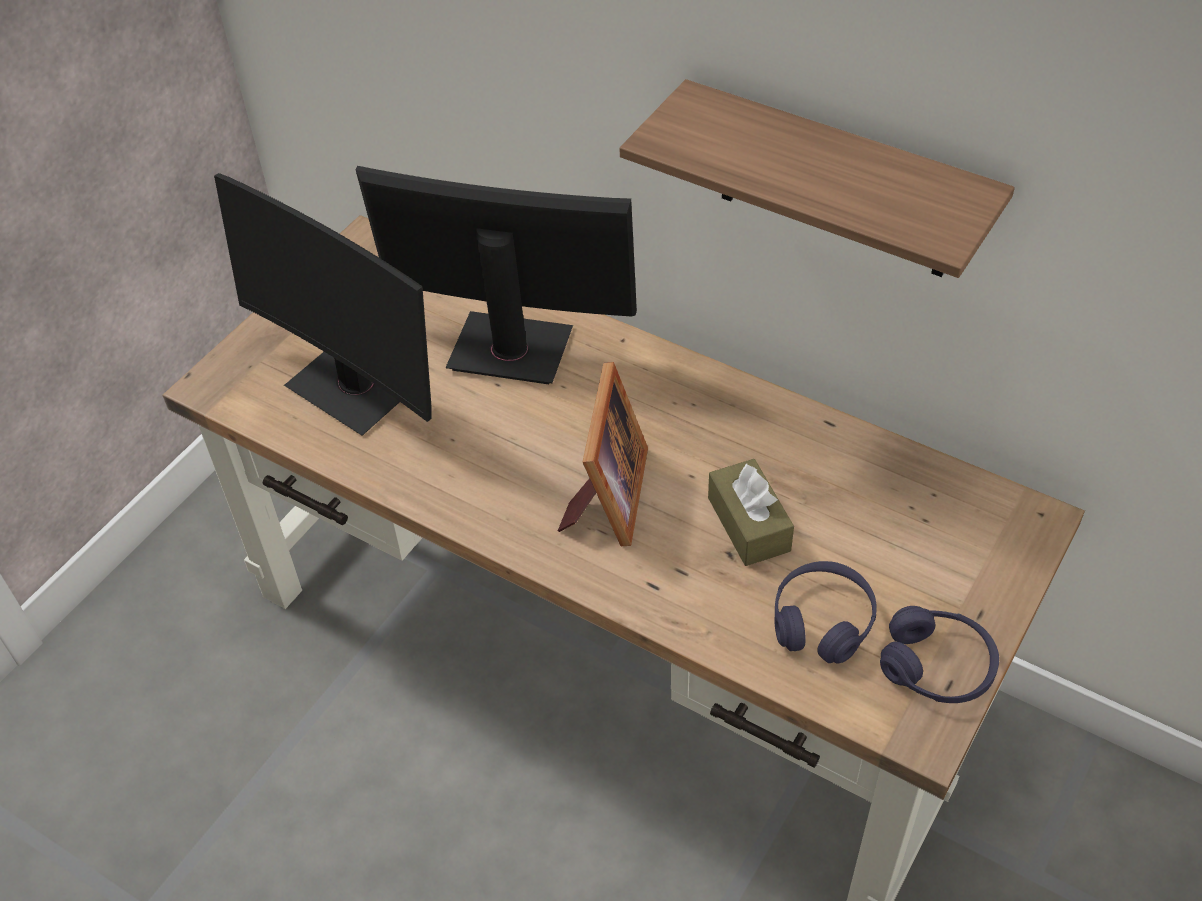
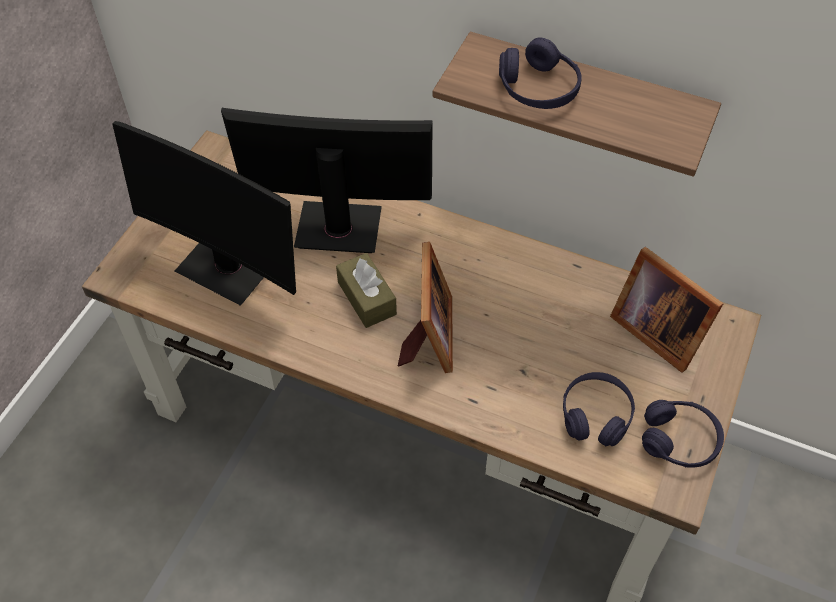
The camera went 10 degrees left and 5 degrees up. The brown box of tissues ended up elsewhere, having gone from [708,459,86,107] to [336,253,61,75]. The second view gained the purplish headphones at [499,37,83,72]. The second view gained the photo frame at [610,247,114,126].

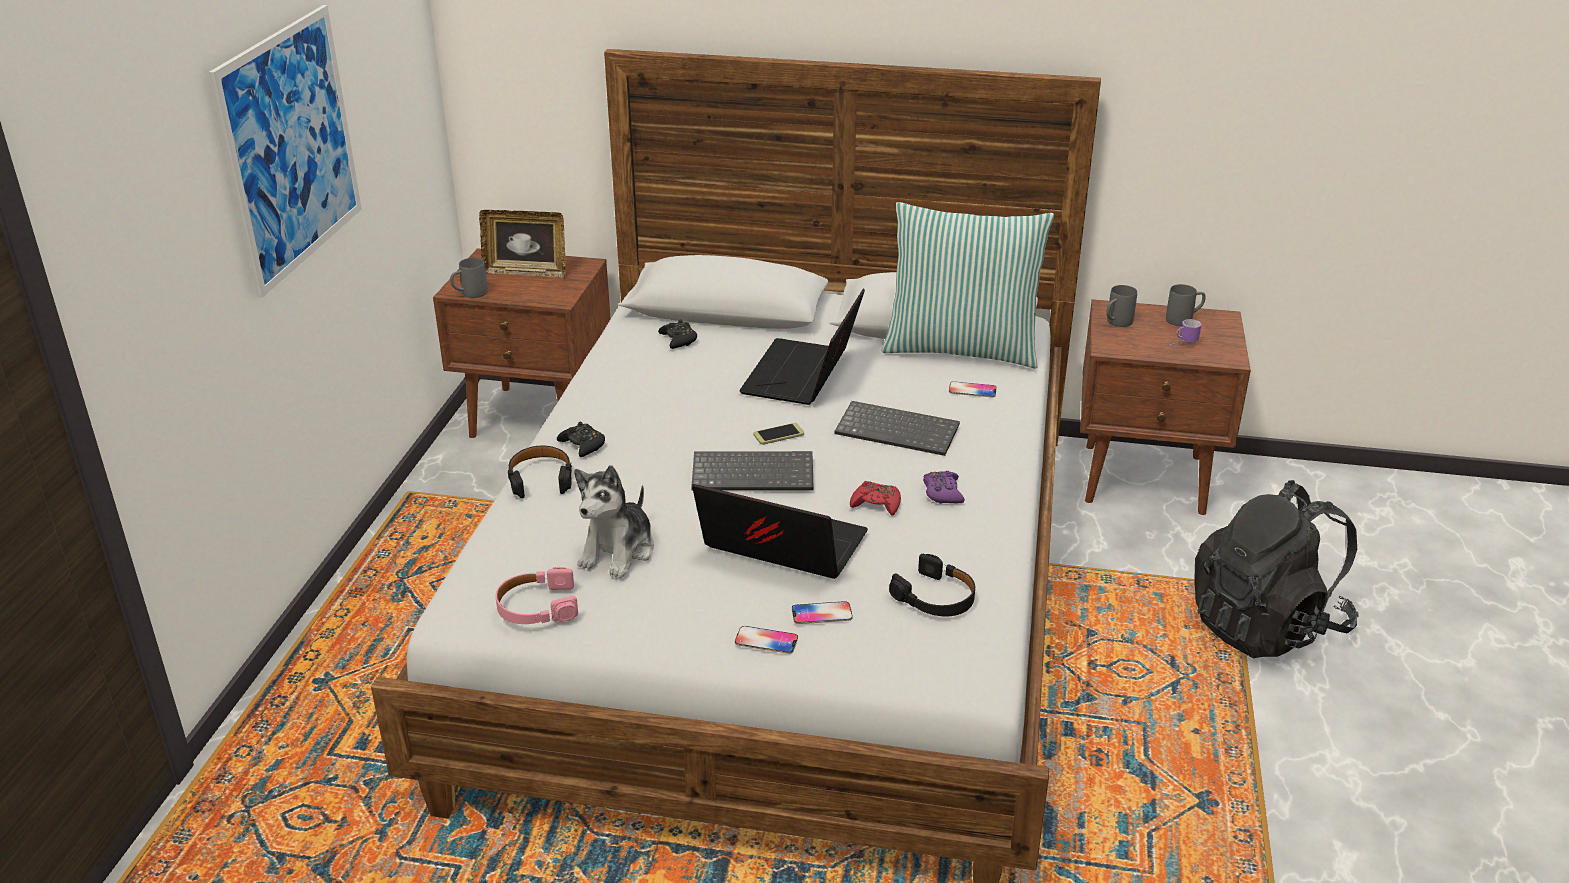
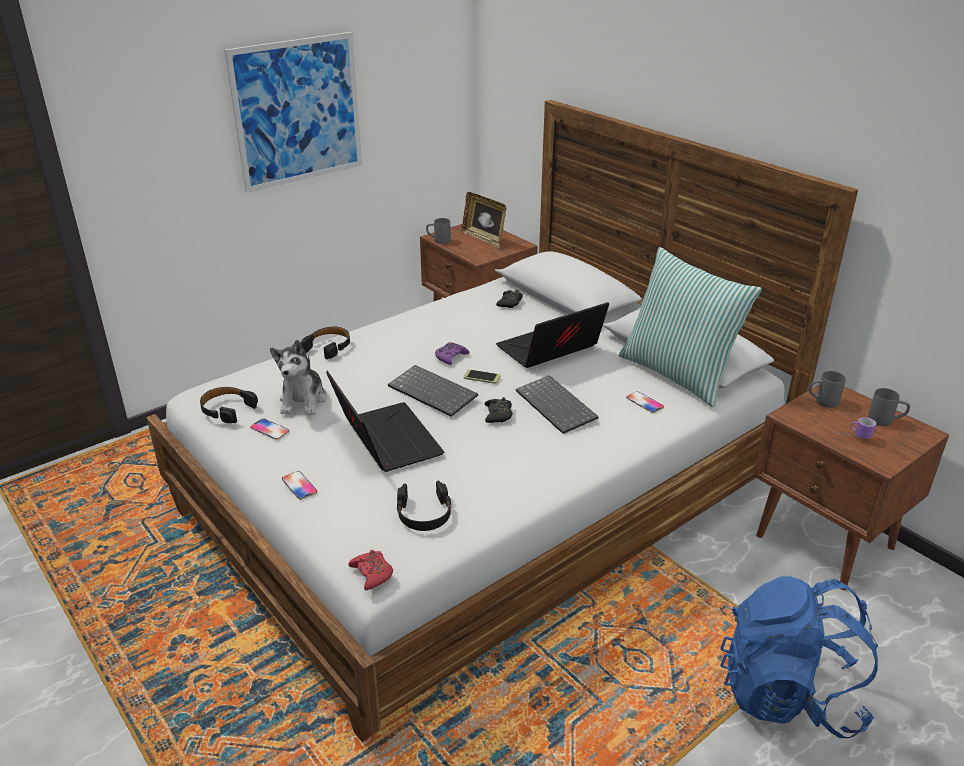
The camera went 40 degrees right and 0 degrees up. What was the pink-coloured headphones at [496,567,82,57] turned into the black headphones at [200,387,58,36]. The phone ended up elsewhere, having gone from [792,601,61,23] to [250,419,39,21]. The cuddly toy at [574,465,80,113] ended up facing another way, 60 degrees counterclockwise from before. The reddish gamepad ended up elsewhere, having gone from [850,481,51,35] to [348,550,45,40]. The purplish gamepad ended up elsewhere, having gone from [923,471,42,33] to [435,342,34,23]. The black gamepad ended up elsewhere, having gone from [557,422,48,35] to [484,397,28,26]. What was the black backpack at [1194,480,165,178] turned into the blue backpack at [720,576,158,162].

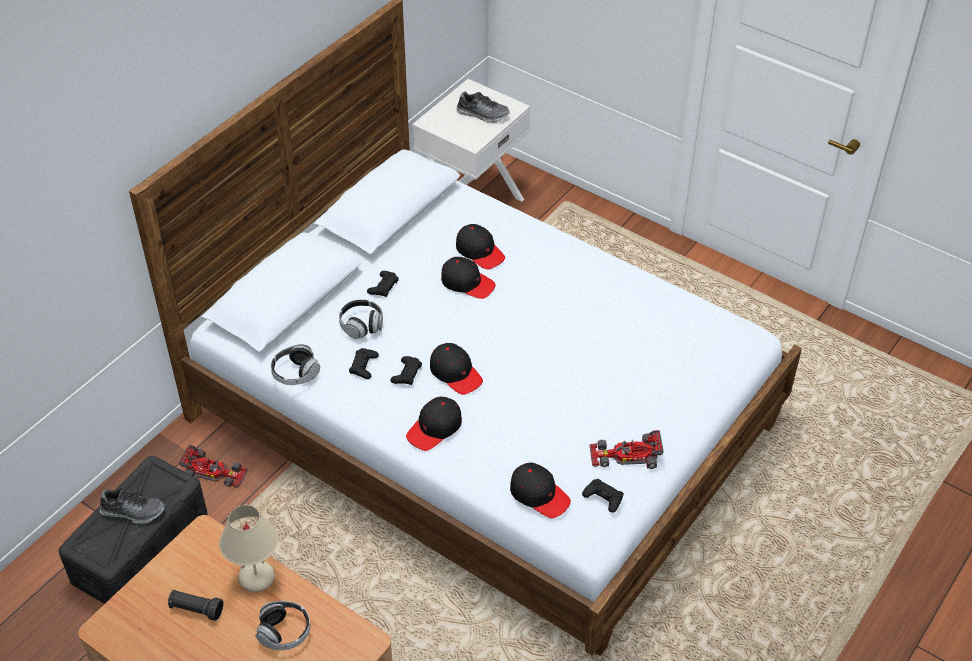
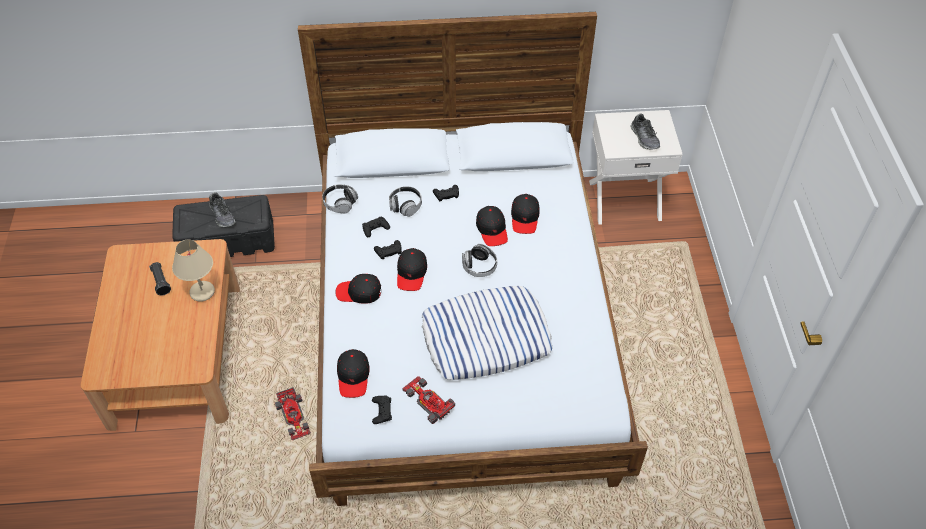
The camera went 50 degrees right and 5 degrees up. The miniature car ended up elsewhere, having gone from [179,445,69,43] to [275,387,36,53]. The second view gained the pillow at [422,286,131,94]. The headphones ended up elsewhere, having gone from [255,601,55,49] to [462,244,35,33].

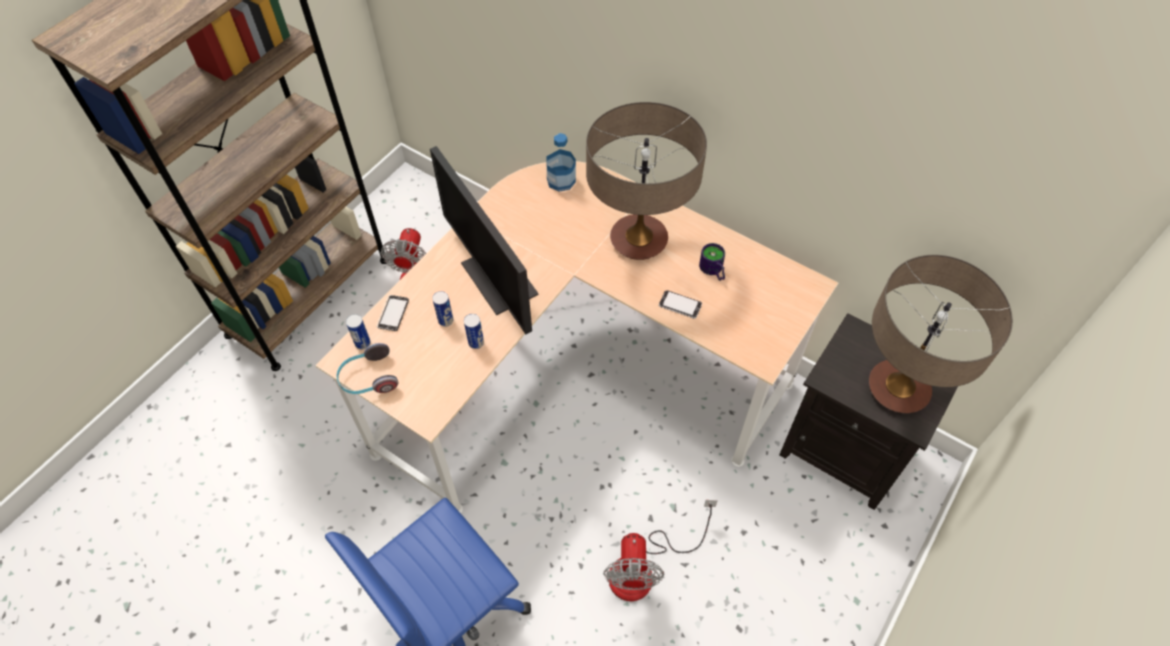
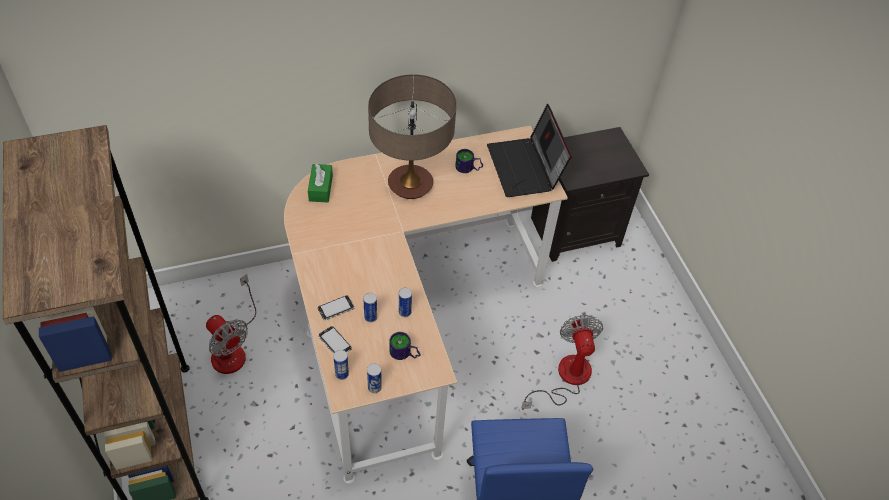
The camera went 55 degrees left and 5 degrees down. Where the bottle stood at [546,133,30,59], the green box of tissues came to stand at [308,164,25,38]. The phone ended up elsewhere, having gone from [659,290,43,29] to [318,295,37,25]. Where the headphones stood at [336,343,62,51], the metal can came to stand at [367,363,15,30]. The second view gained the tea mug at [389,332,32,28]. The second view gained the notebook computer at [487,104,85,93]. The electric fan at [603,500,115,101] ended up facing another way, 135 degrees counterclockwise from before. The second view lost the monitor at [430,146,109,188]. The second view lost the lamp for a table at [869,255,144,158].

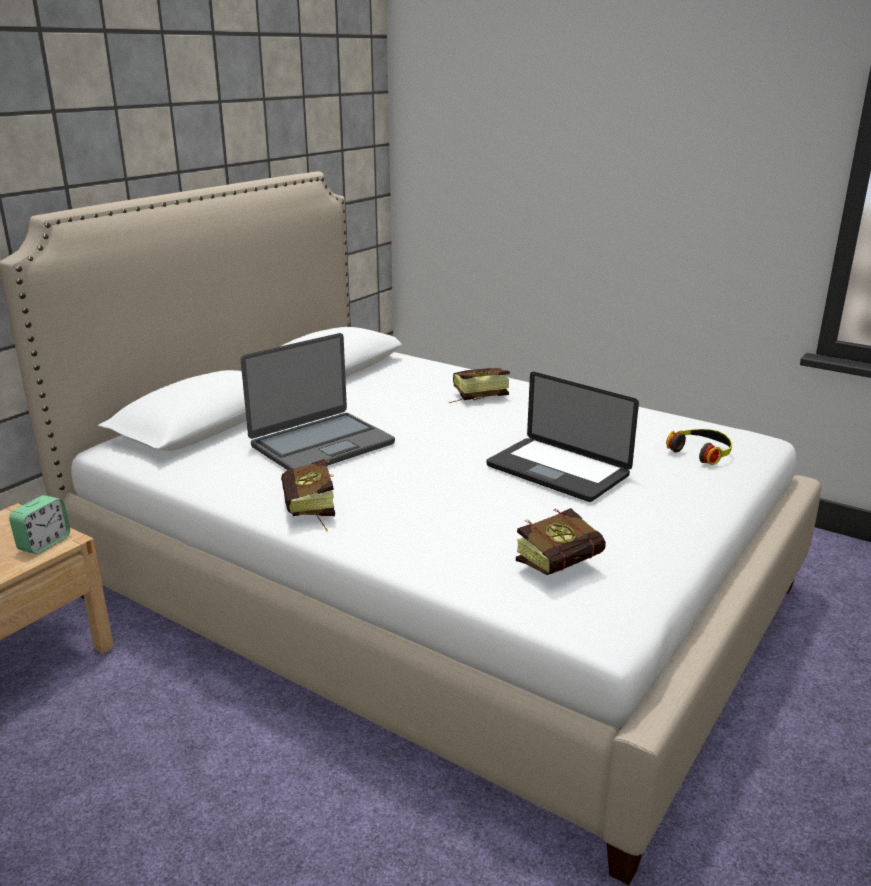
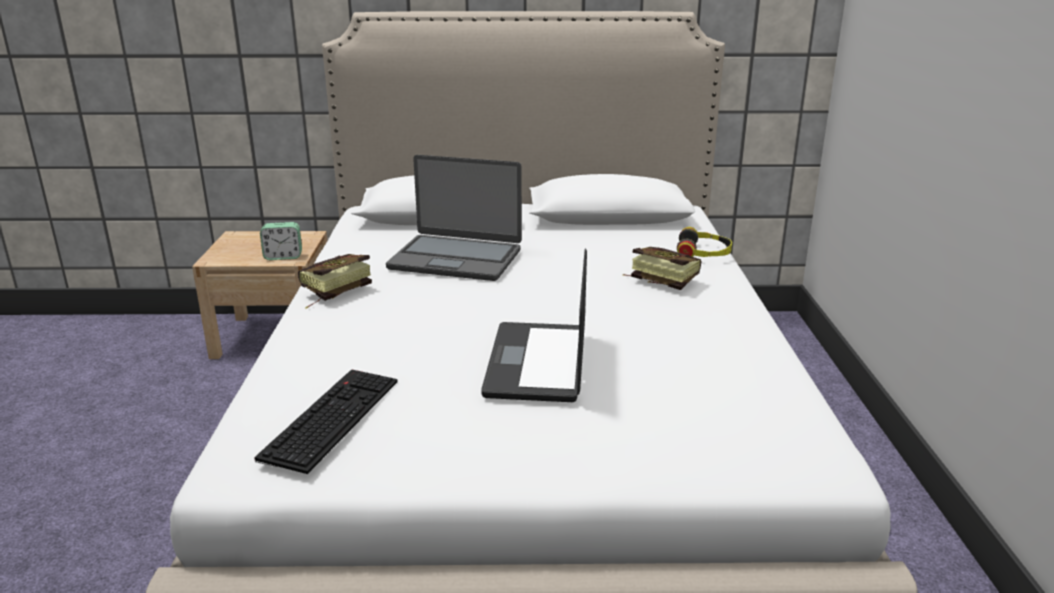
The camera went 55 degrees right and 0 degrees up. Where the book stood at [516,508,90,67], the PC keyboard came to stand at [254,369,143,105]. The headphones ended up elsewhere, having gone from [666,429,66,36] to [677,227,55,30].

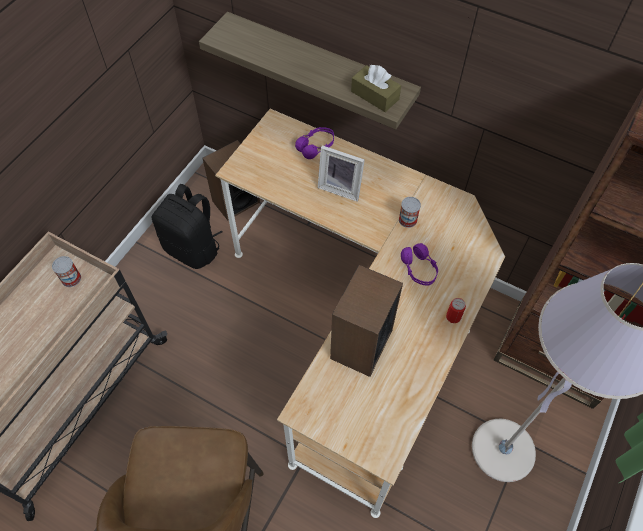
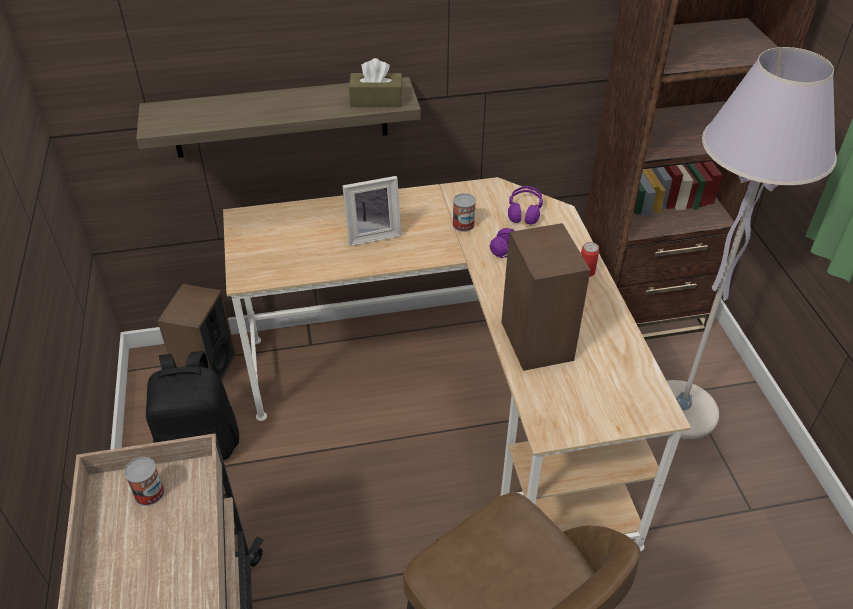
The camera went 40 degrees left and 15 degrees down. The purplish headphones ended up elsewhere, having gone from [295,127,39,32] to [508,186,35,39].

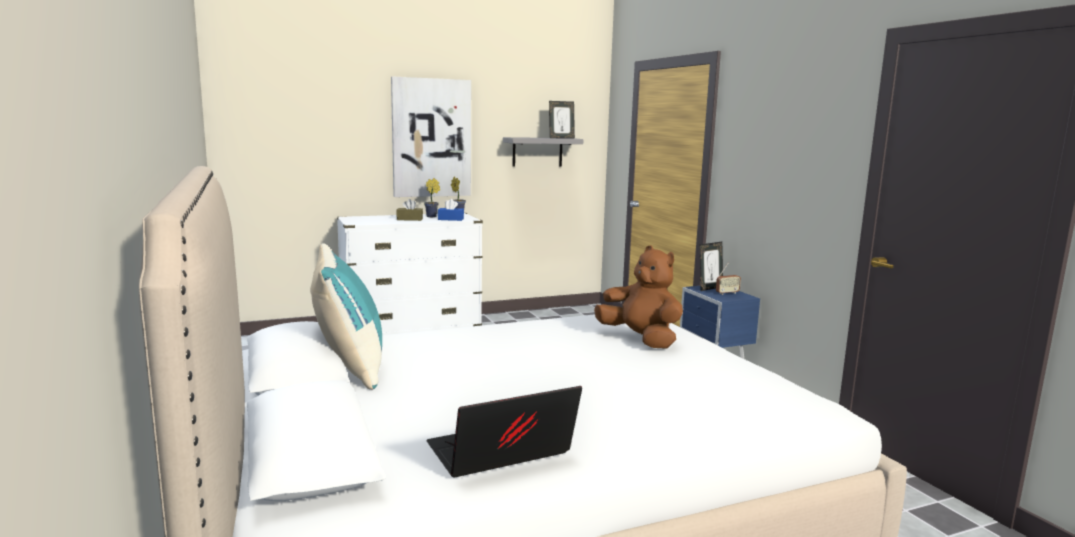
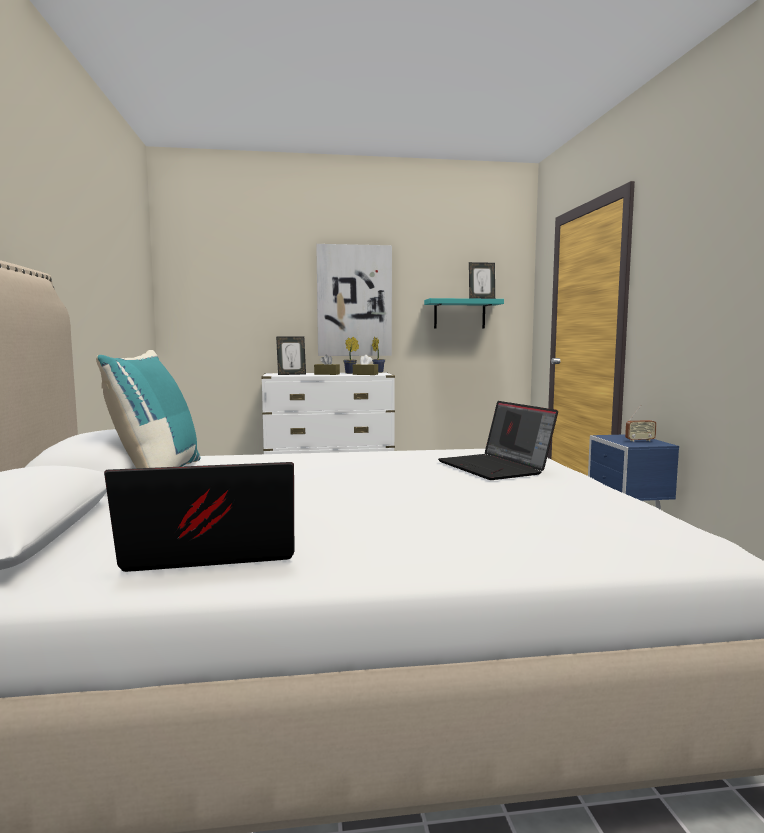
The camera went 15 degrees right and 5 degrees down. The photo frame ended up elsewhere, having gone from [700,242,23,49] to [276,336,30,39]. What was the blue box of tissues at [438,199,26,22] turned into the brown box of tissues at [353,355,25,20]. What was the gray bracket shelf at [503,137,80,30] turned into the turquoise bracket shelf at [424,298,80,31]. Where the brown cuddly toy stood at [594,246,89,103], the notebook computer came to stand at [438,401,120,79].

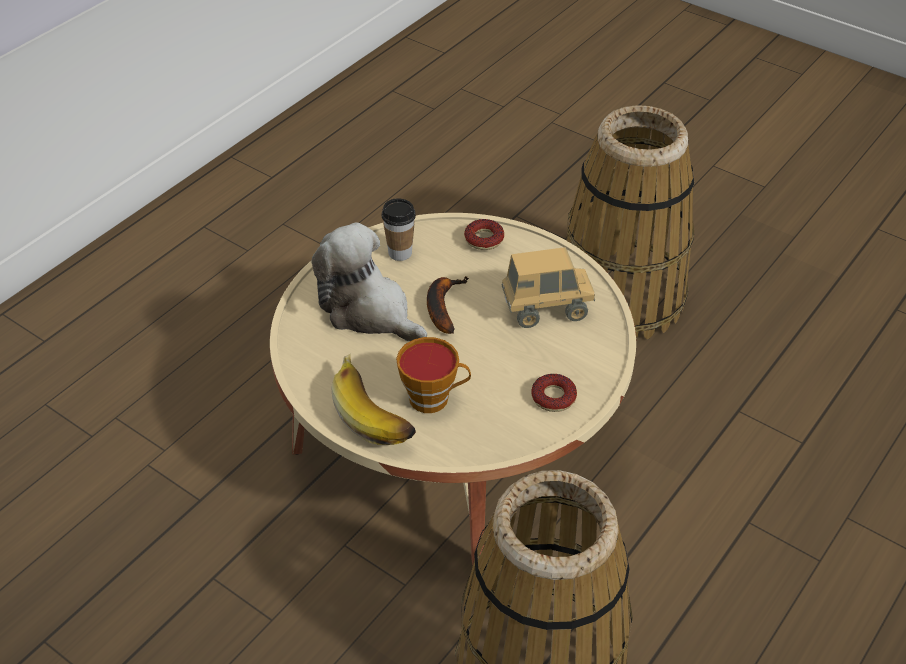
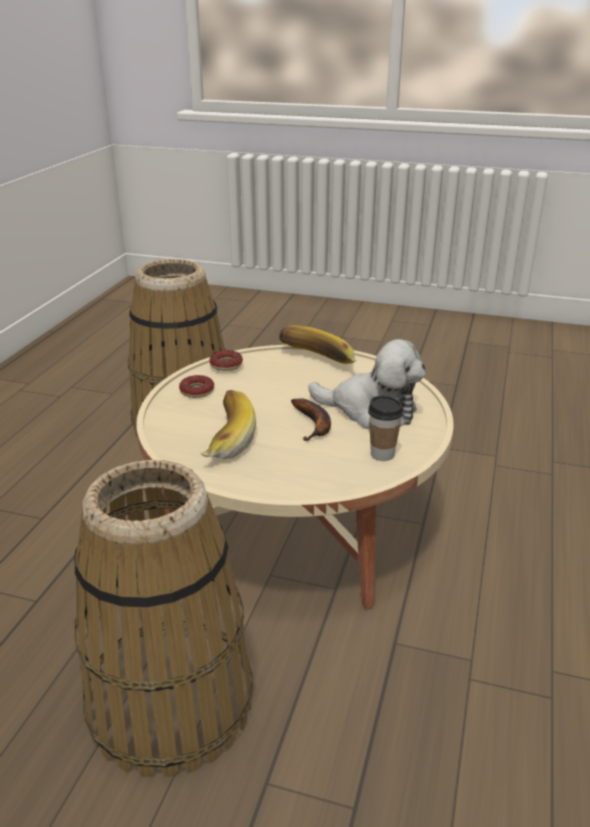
The camera went 160 degrees right and 15 degrees down. Where the toy lorry stood at [502,247,93,81], the banana fruit came to stand at [201,390,55,69]. The doughnut ended up elsewhere, having gone from [464,219,40,31] to [209,350,34,21]. The second view lost the small cup at [396,337,75,76].

